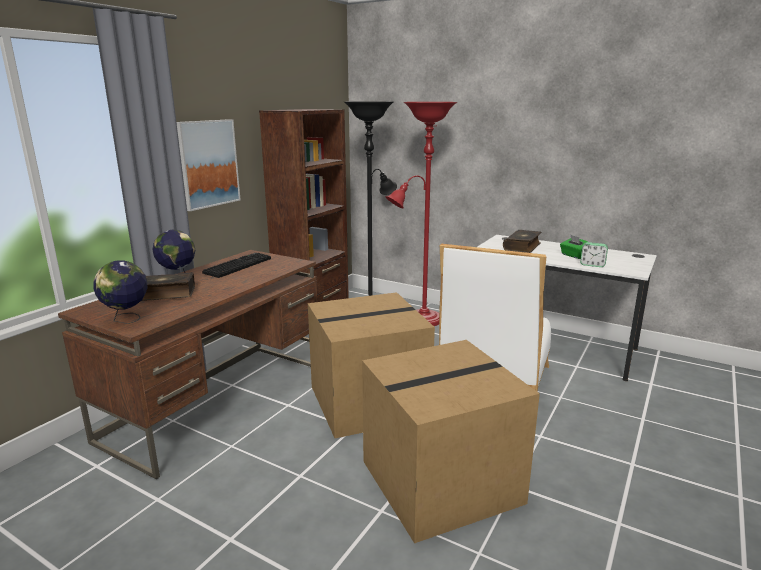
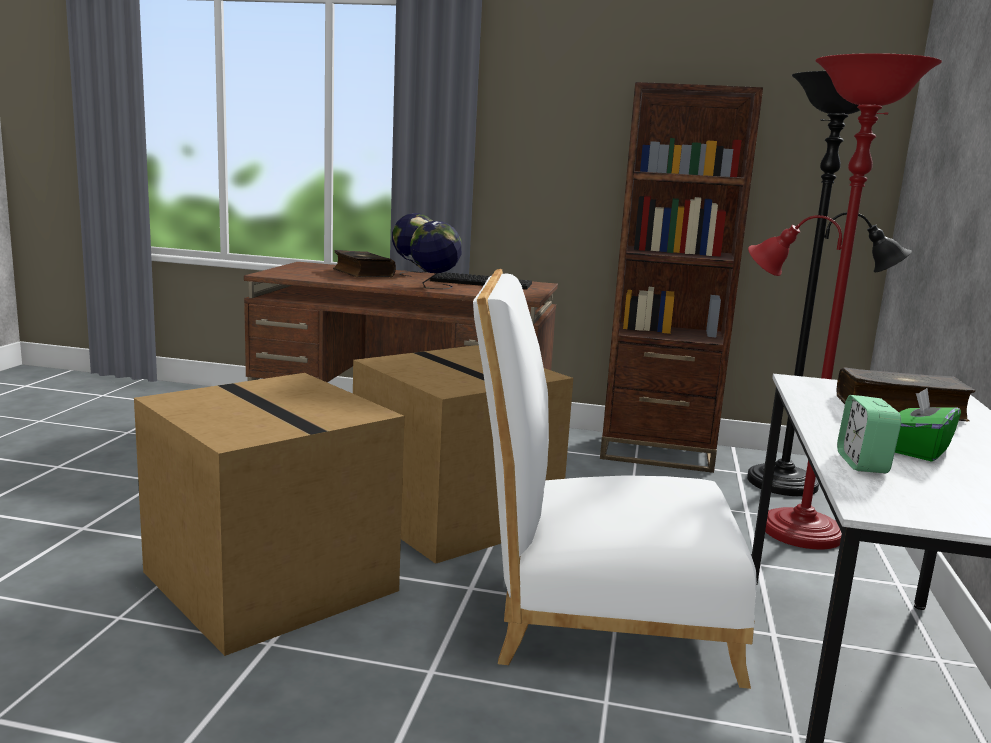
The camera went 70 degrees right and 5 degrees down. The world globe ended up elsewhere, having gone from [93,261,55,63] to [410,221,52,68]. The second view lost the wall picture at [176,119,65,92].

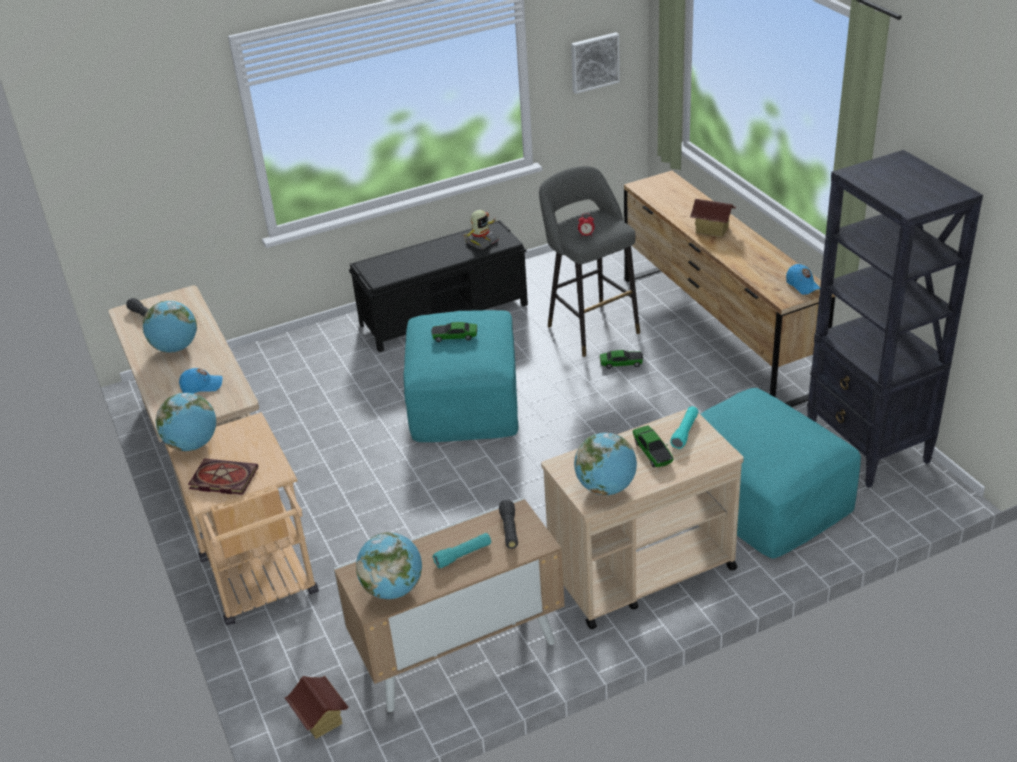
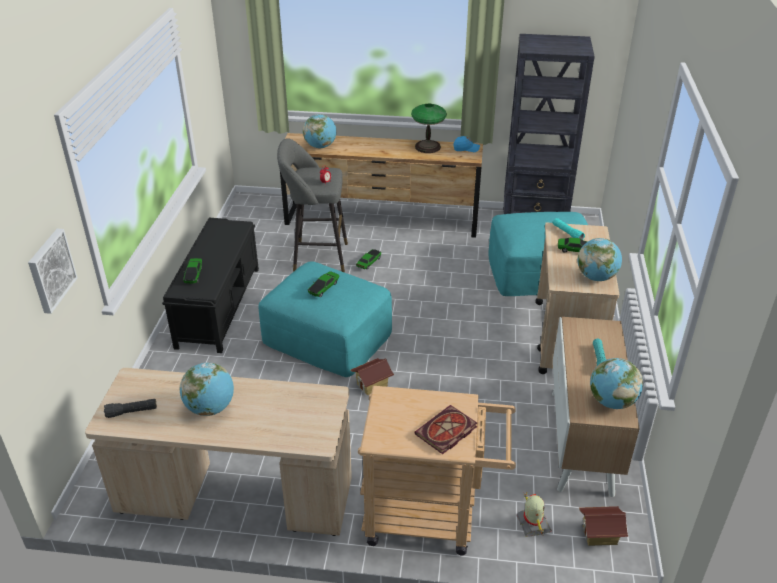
The camera went 60 degrees left and 0 degrees up. The wall picture ended up elsewhere, having gone from [571,32,49,62] to [28,229,49,85]. The second view gained the miniature car at [183,258,19,26]. The world globe ended up elsewhere, having gone from [156,393,60,58] to [303,114,33,34]. The toy house ended up elsewhere, having gone from [690,199,46,38] to [351,358,43,38]. The second view gained the lamp for a table at [411,104,36,49]. The robot figure ended up elsewhere, having gone from [463,210,36,40] to [516,492,36,45]. The second view lost the blue baseball cap at [179,368,43,26]. The second view lost the black torch at [499,499,19,50].

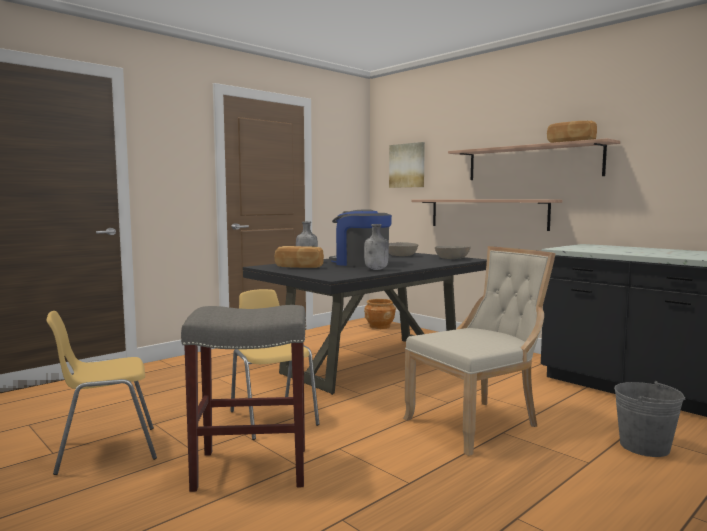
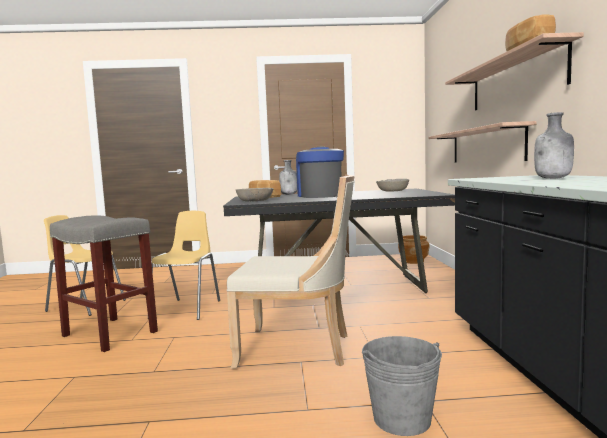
The camera went 40 degrees right and 0 degrees up. The gray serving bowl ended up elsewhere, having gone from [435,246,36,13] to [236,188,37,14]. The gray bottle ended up elsewhere, having gone from [364,224,25,46] to [534,112,40,67]. The second view lost the wall picture at [389,142,36,46].

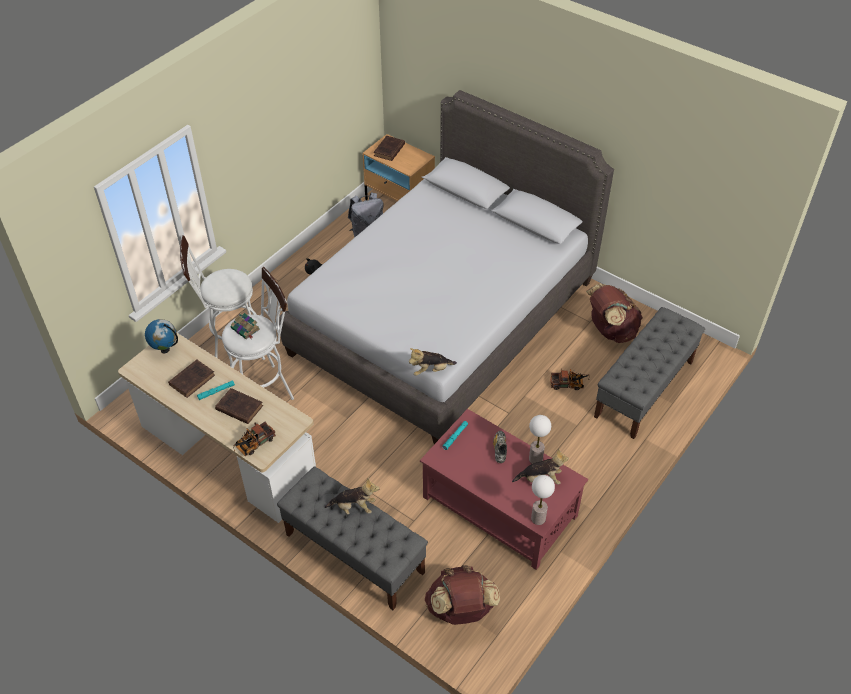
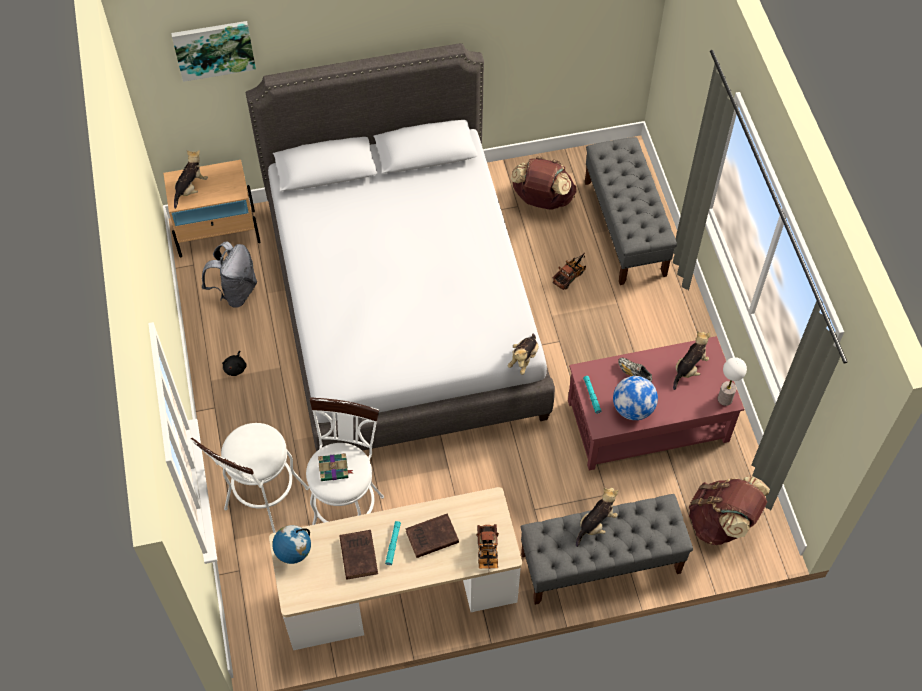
The camera went 50 degrees left and 10 degrees up. The second view gained the wall picture at [171,21,85,61]. Where the brown book stood at [374,136,31,25], the cuddly toy came to stand at [174,150,34,59]. The second view gained the world globe at [613,376,45,44]. The second view lost the lamp for a table at [529,415,22,49].

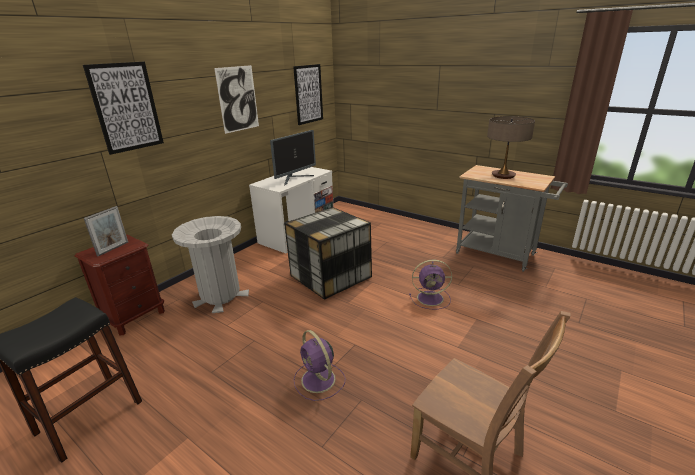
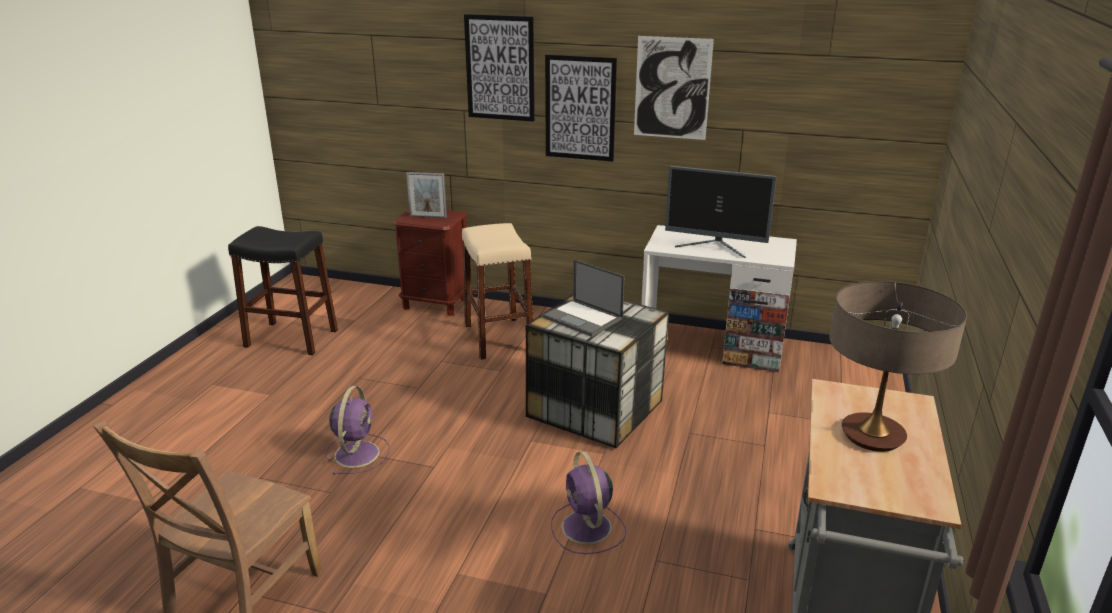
The camera went 70 degrees right and 0 degrees up. The purplish electric fan at [294,330,51,71] ended up facing another way, 150 degrees clockwise from before. Where the gray trash can stood at [172,216,77,97], the beige-coloured stool came to stand at [462,223,71,137]. The second view gained the notebook computer at [542,260,82,77]. The wall picture ended up elsewhere, having gone from [293,64,30,61] to [545,54,72,108].

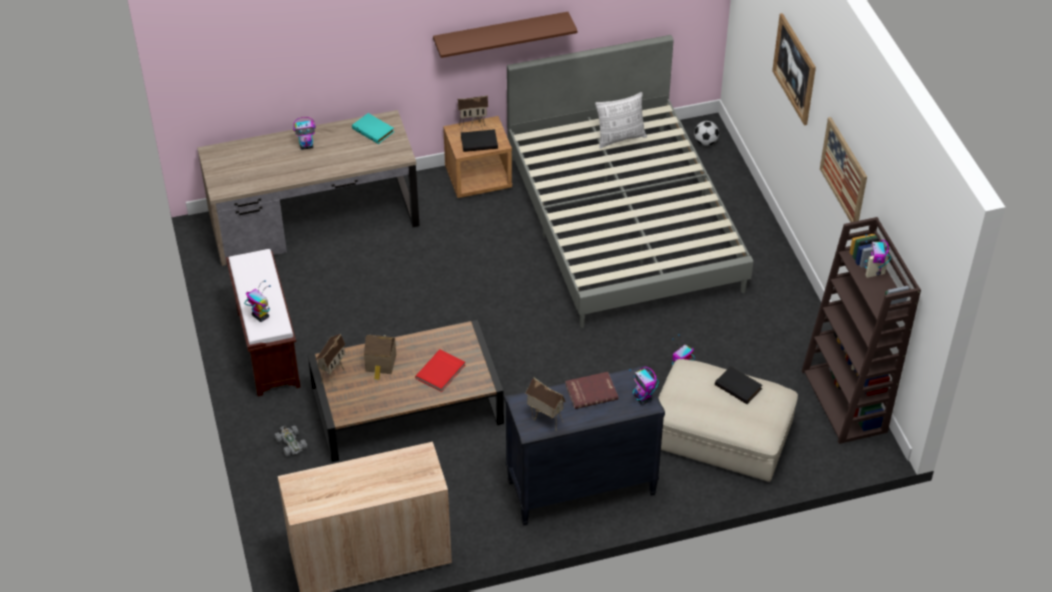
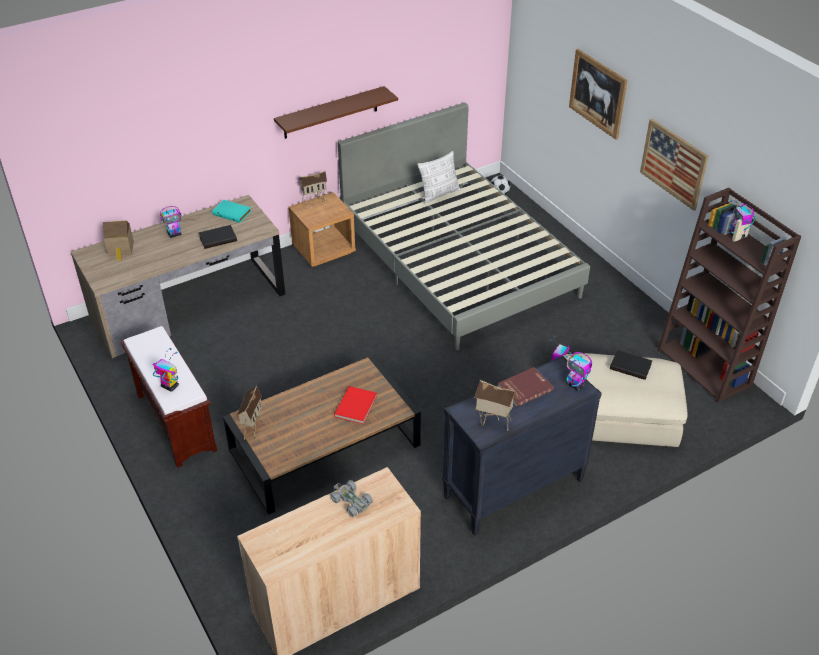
The camera went 15 degrees left and 5 degrees down. The toy house ended up elsewhere, having gone from [364,335,32,45] to [103,221,31,40]. The black book ended up elsewhere, having gone from [461,129,37,23] to [198,225,39,24]. The gray miniature car ended up elsewhere, having gone from [274,425,33,31] to [330,480,43,37].

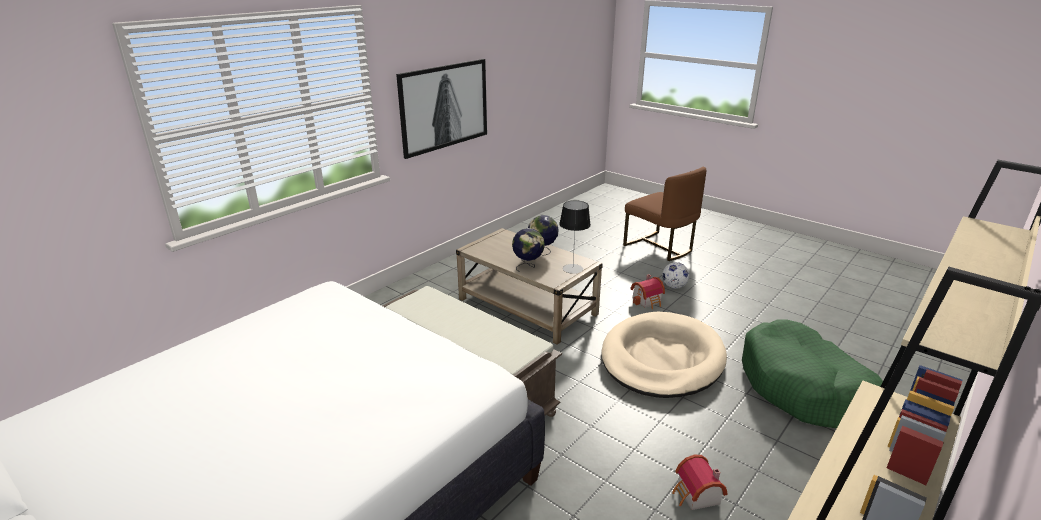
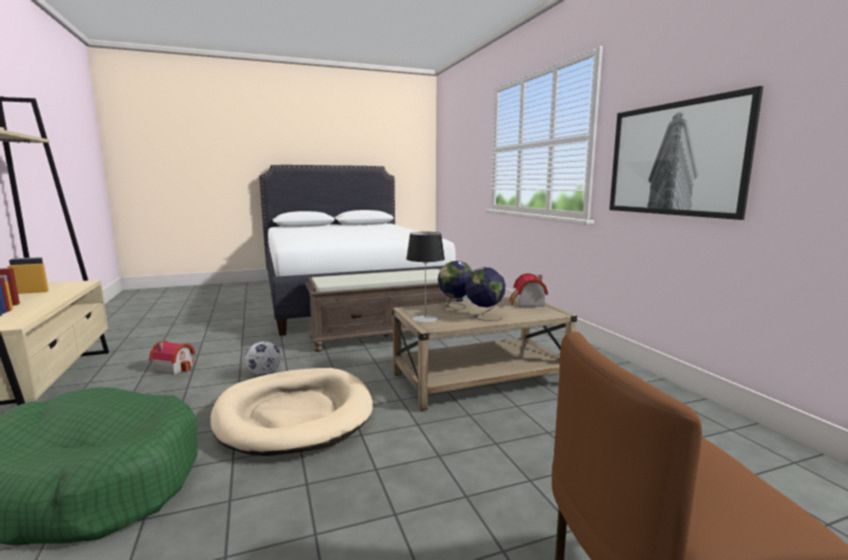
The camera went 120 degrees right and 15 degrees down. The football ball ended up elsewhere, having gone from [662,262,27,27] to [245,341,36,35]. The toy house ended up elsewhere, having gone from [630,274,35,35] to [509,273,39,34].

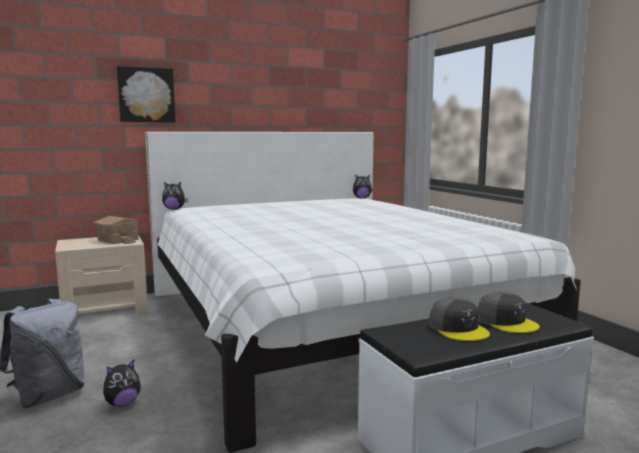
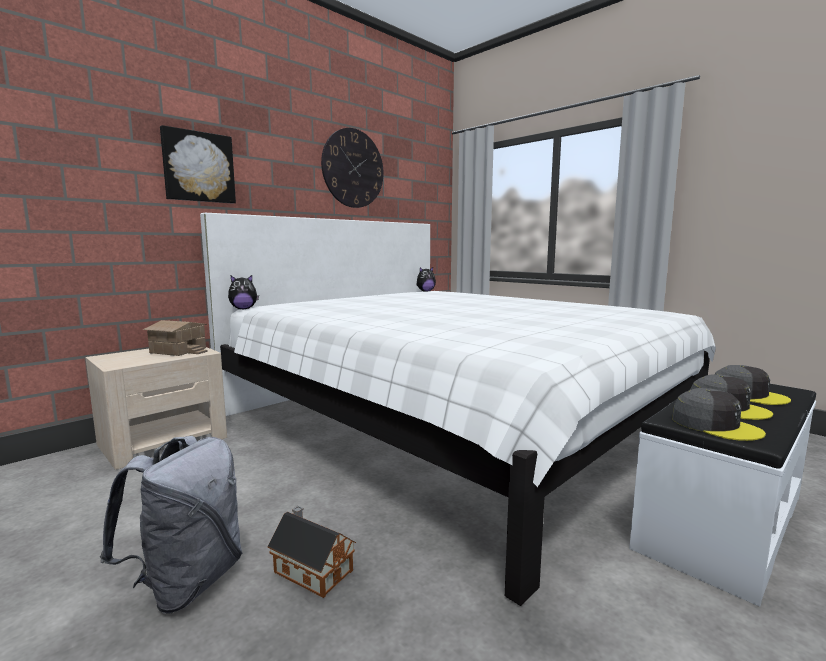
The camera went 20 degrees left and 0 degrees up. Where the cuddly toy stood at [103,360,38,47], the toy house came to stand at [267,506,89,92]. The second view gained the wall clock at [321,128,62,80]. The second view gained the gray baseball cap at [672,388,94,53].

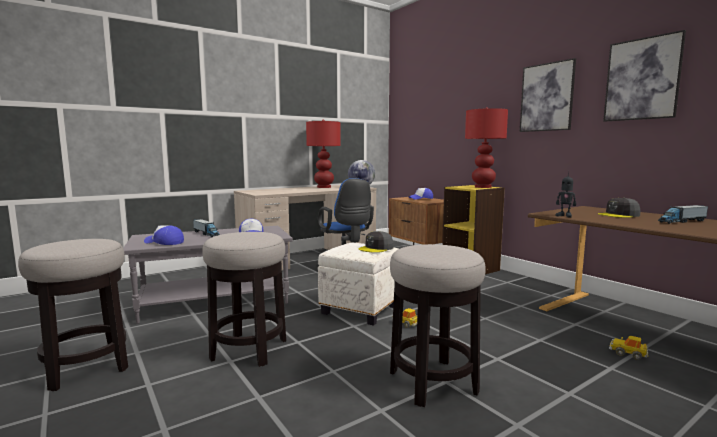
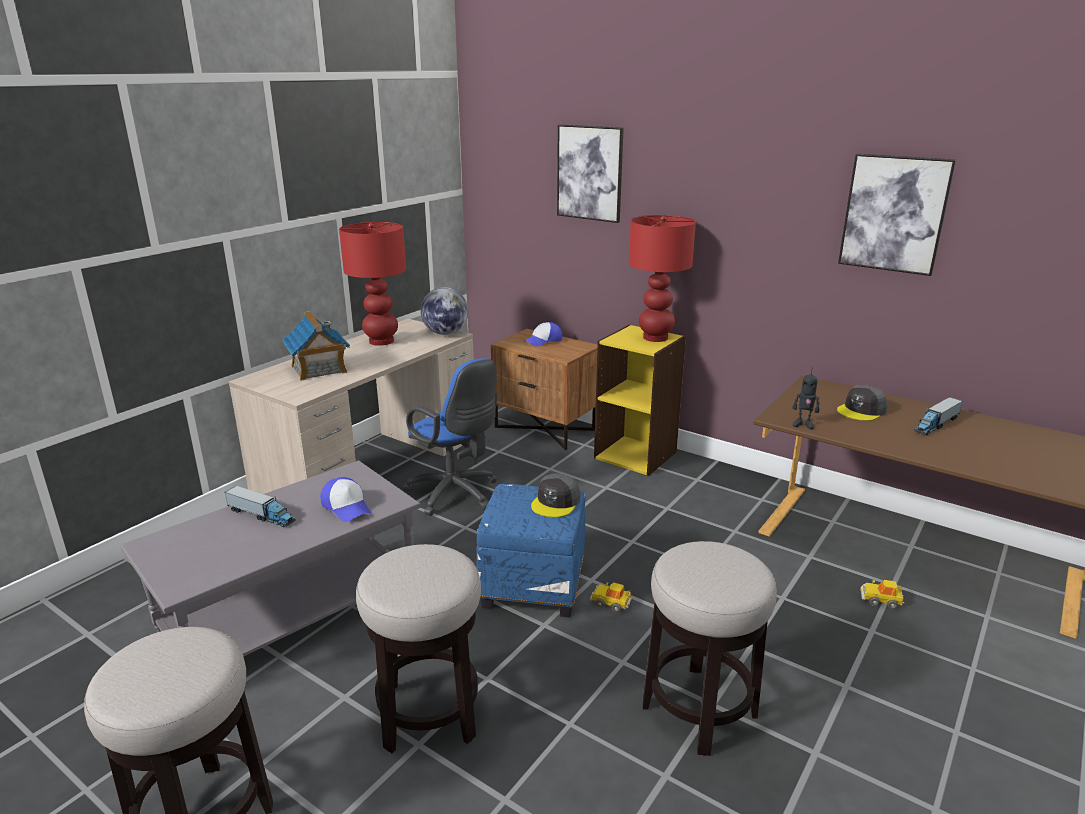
The camera went 20 degrees left and 15 degrees up. The second view gained the toy house at [282,311,68,70]. What was the white-coloured footrest at [318,243,80,83] turned into the blue footrest at [476,484,109,133]. The wall picture ended up elsewhere, having gone from [520,58,56,74] to [557,125,67,98]. The second view lost the baseball cap at [144,225,40,20].

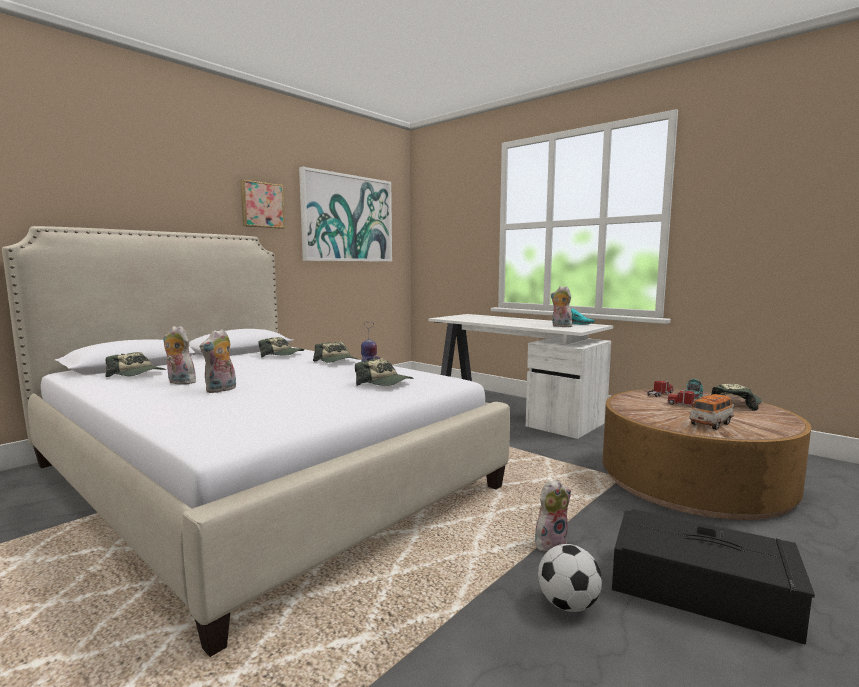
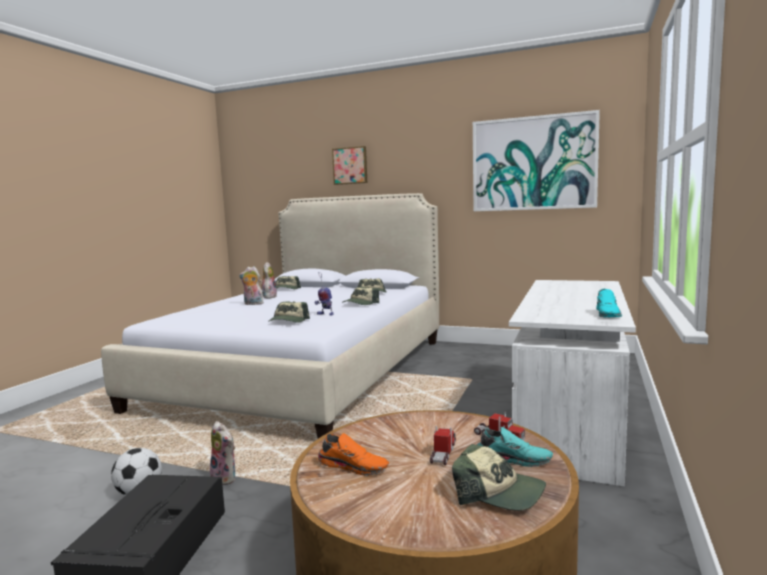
The camera went 70 degrees right and 0 degrees up. Where the miniature car stood at [690,394,44,36], the orange shoe came to stand at [317,433,72,43]. The wall picture ended up elsewhere, having gone from [240,180,45,49] to [332,146,35,39]. The second view lost the cuddly toy at [551,286,21,41].

